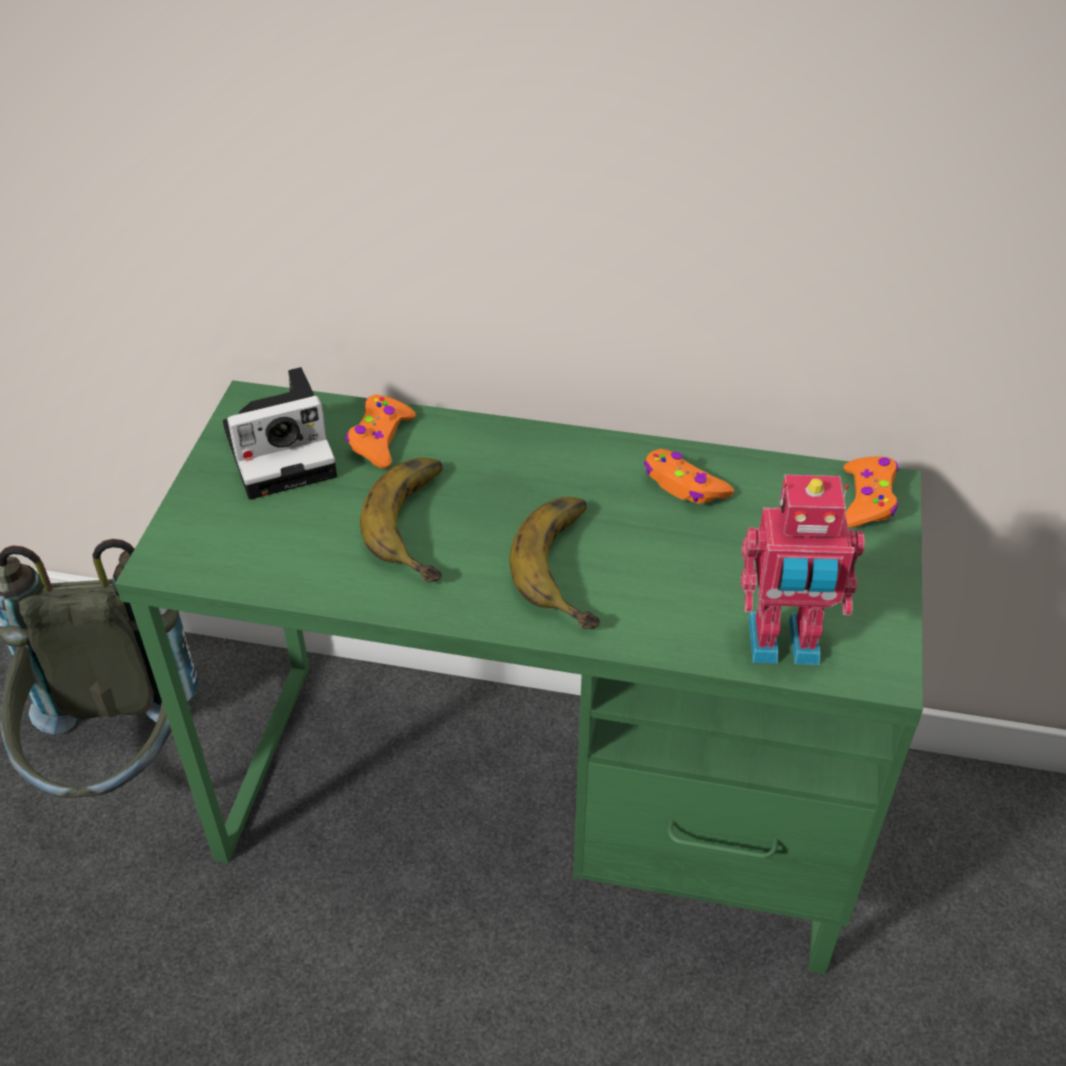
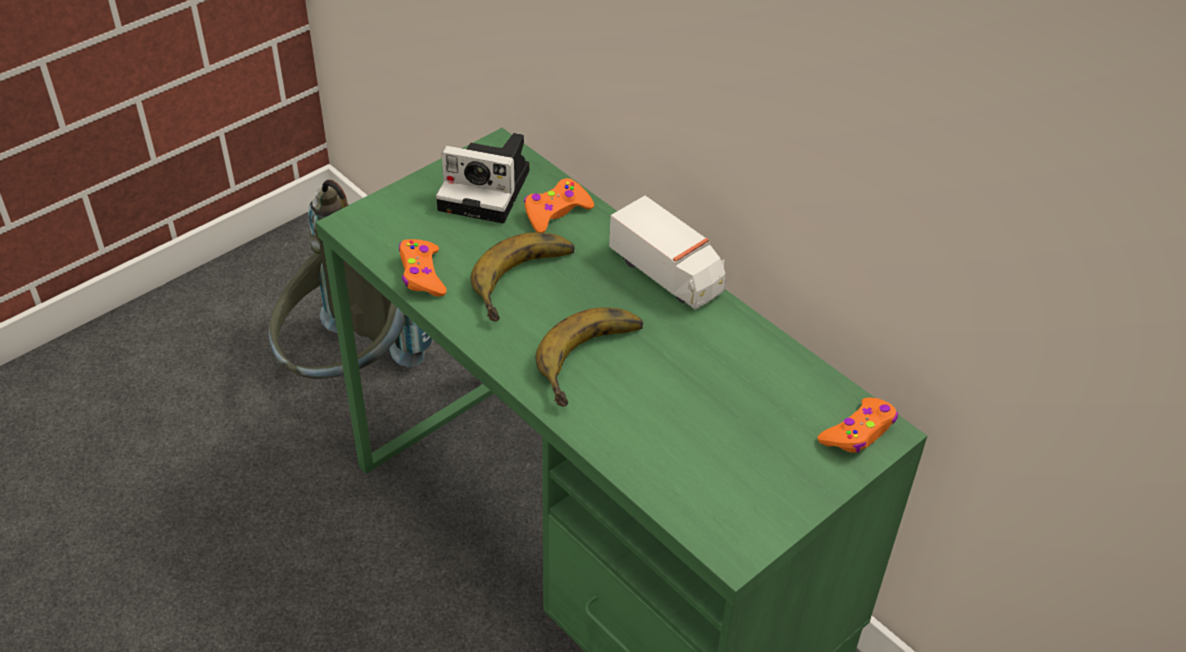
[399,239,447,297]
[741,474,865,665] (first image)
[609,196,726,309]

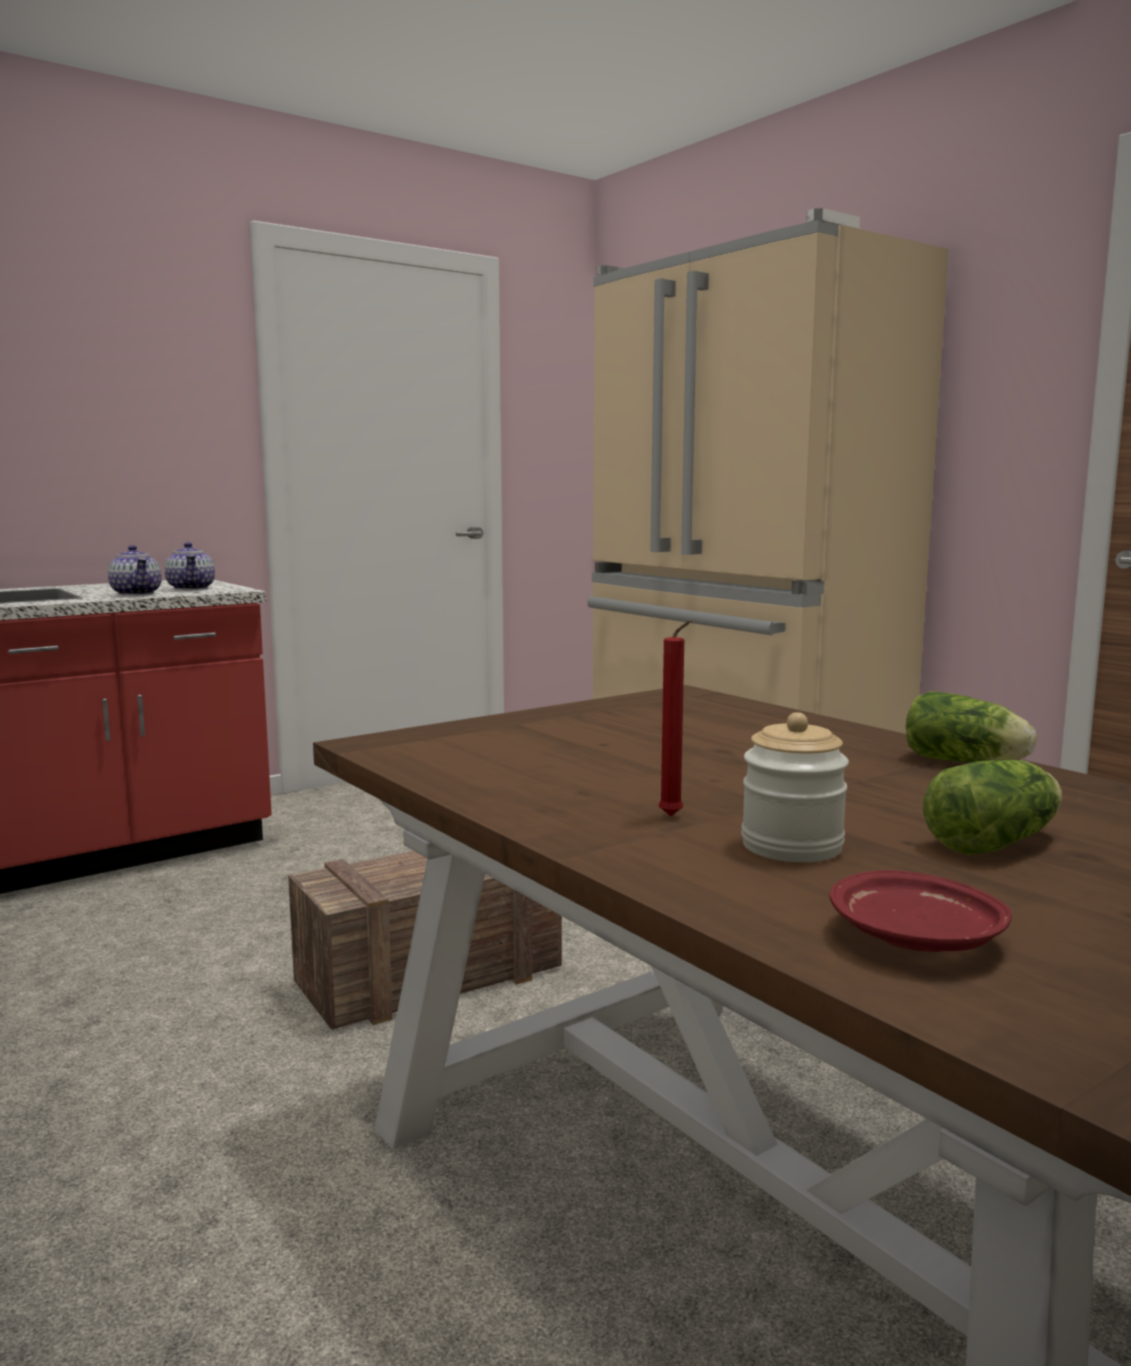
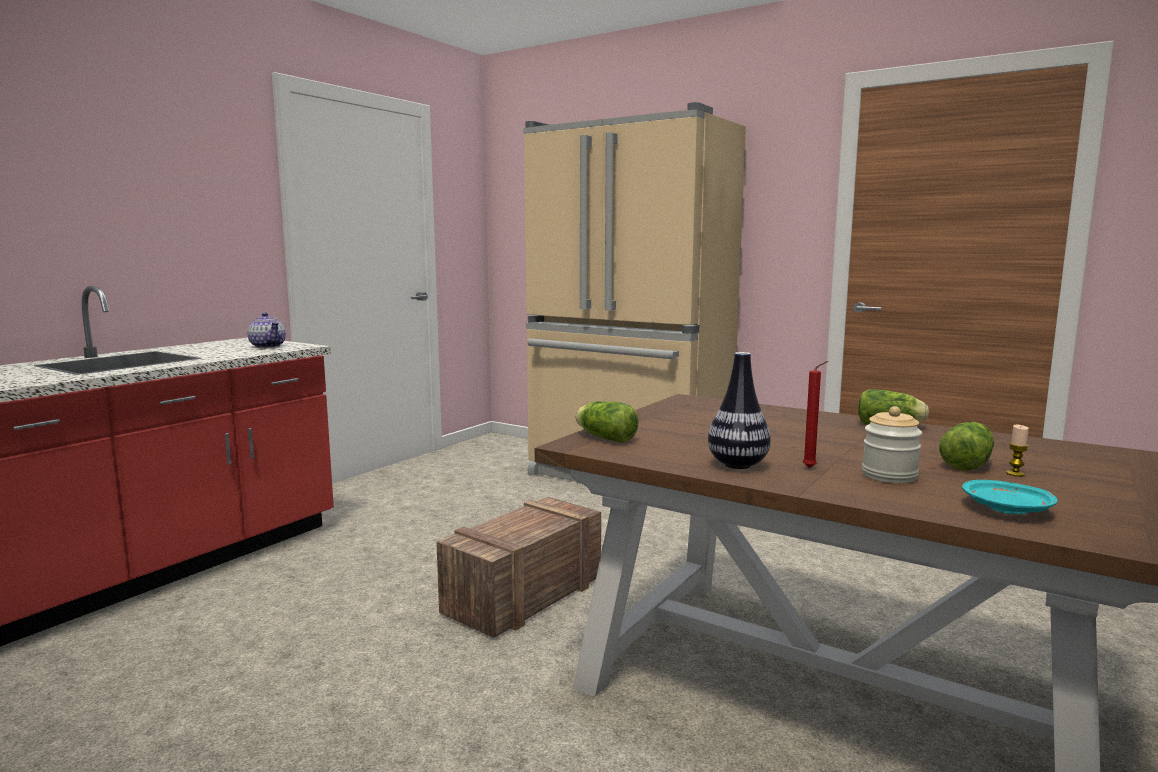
[108,545,162,596] (first image)
[962,480,1058,514]
[708,352,771,469]
[575,401,639,443]
[1006,425,1029,477]

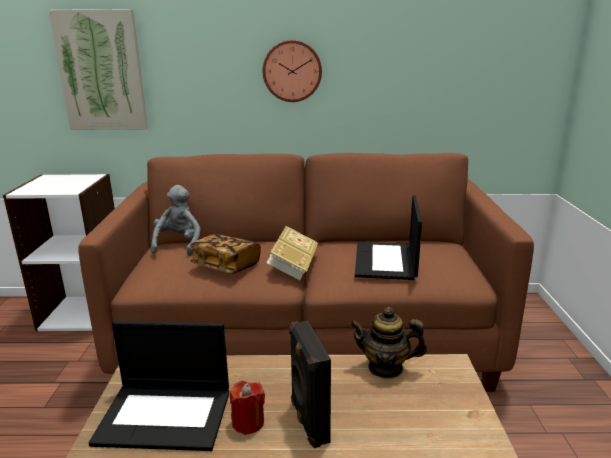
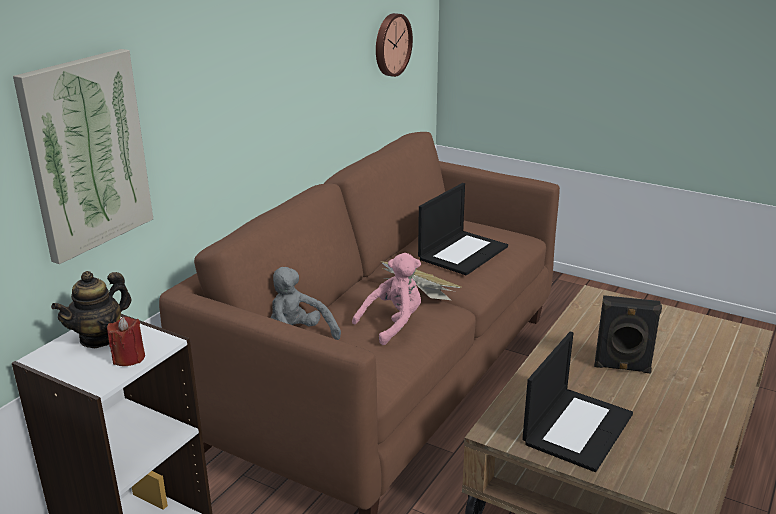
[376,13,413,77]
[418,183,508,275]
[352,253,421,345]
[51,271,131,348]
[107,317,145,366]

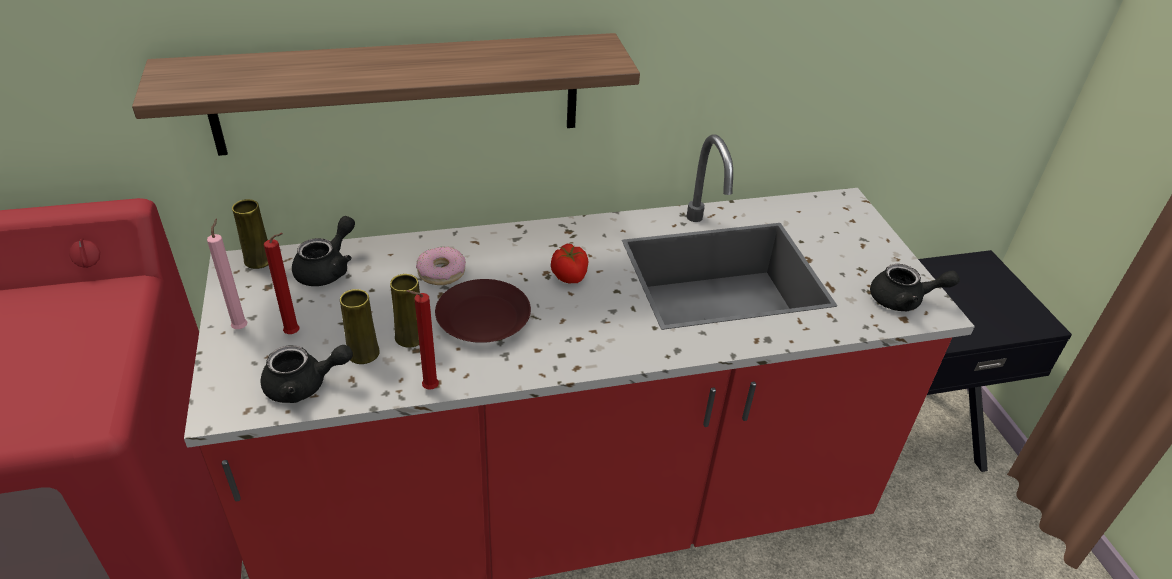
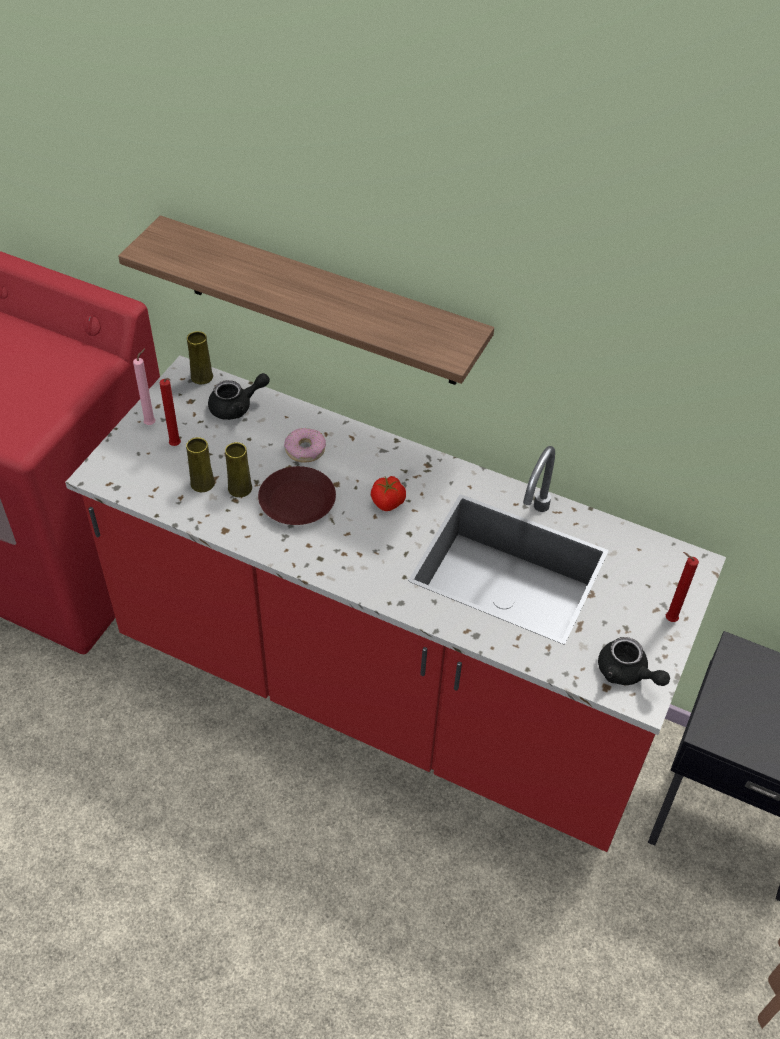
[666,552,699,622]
[260,345,353,403] (first image)

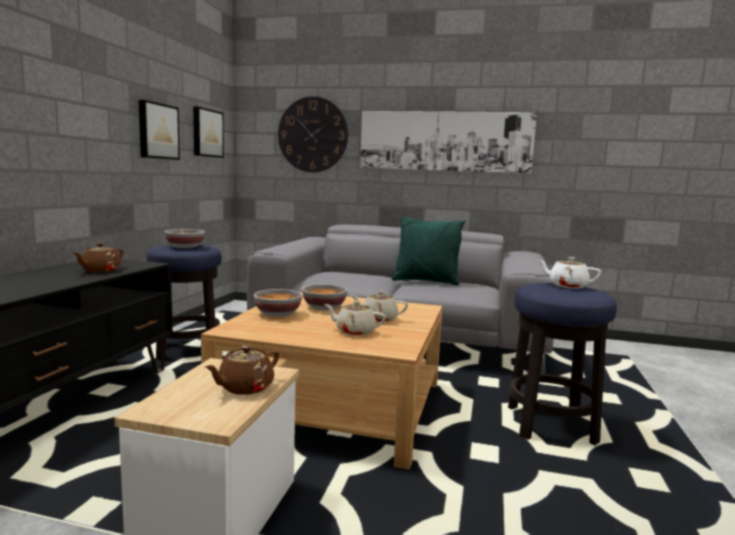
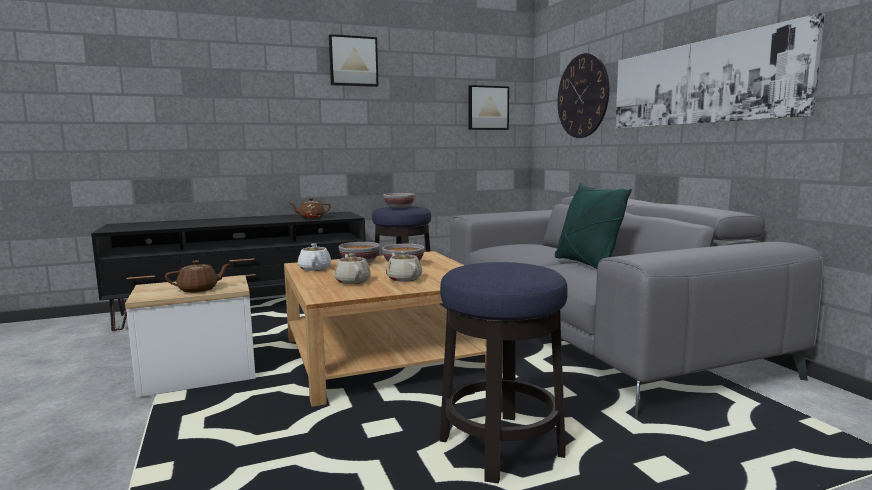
[329,34,378,87]
[298,243,331,271]
[165,261,230,293]

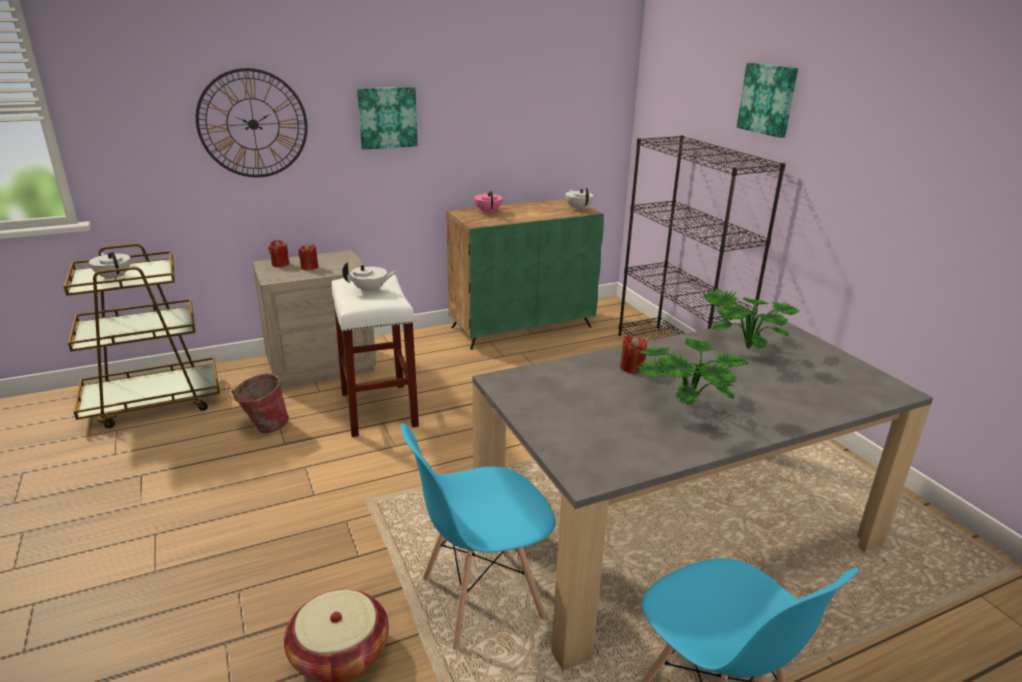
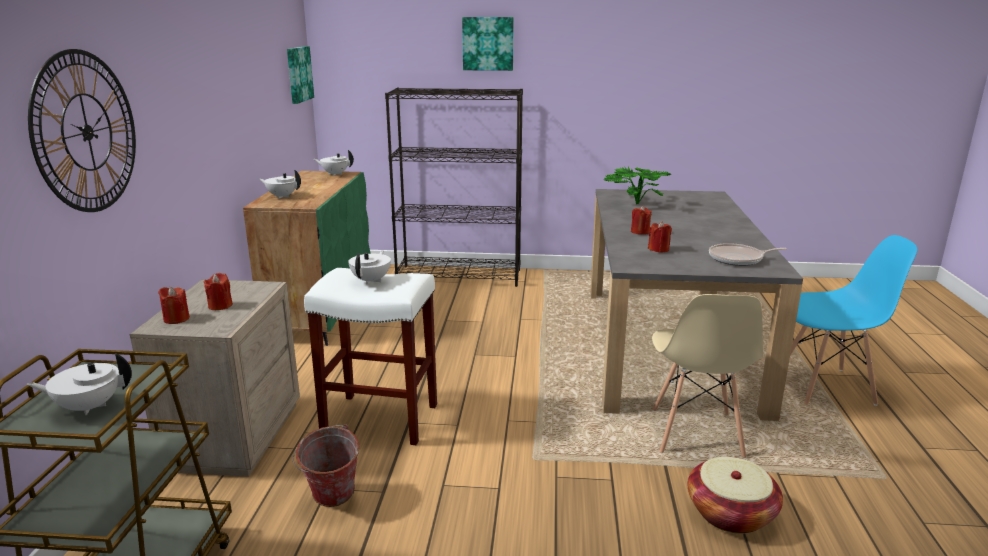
[287,46,314,104]
[260,170,301,199]
[637,337,749,404] (first image)
[652,294,763,458]
[648,221,672,253]
[709,243,787,266]

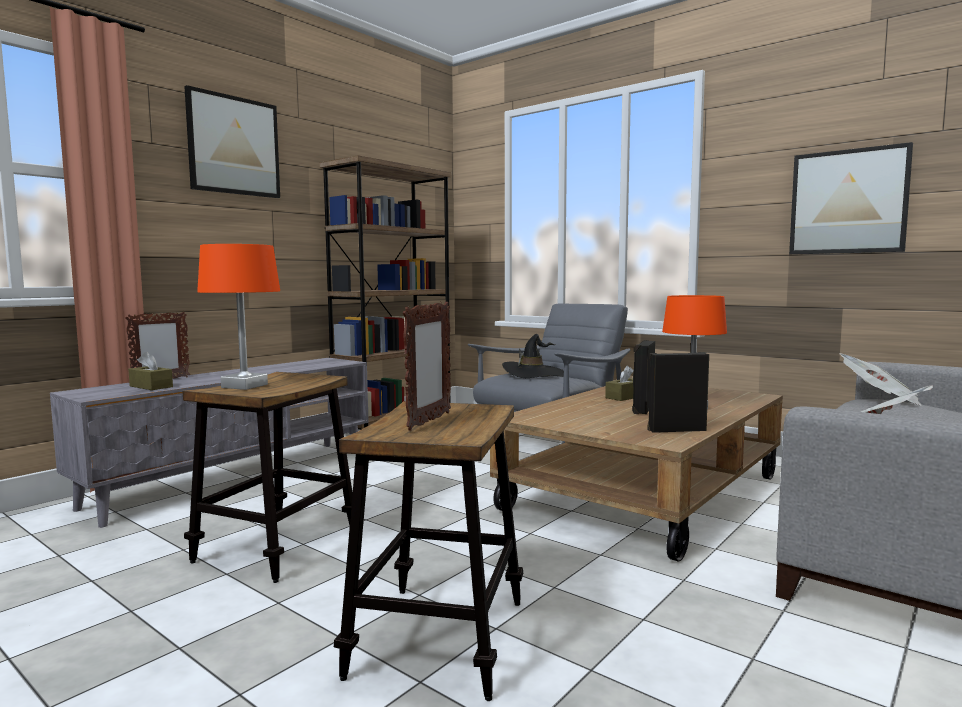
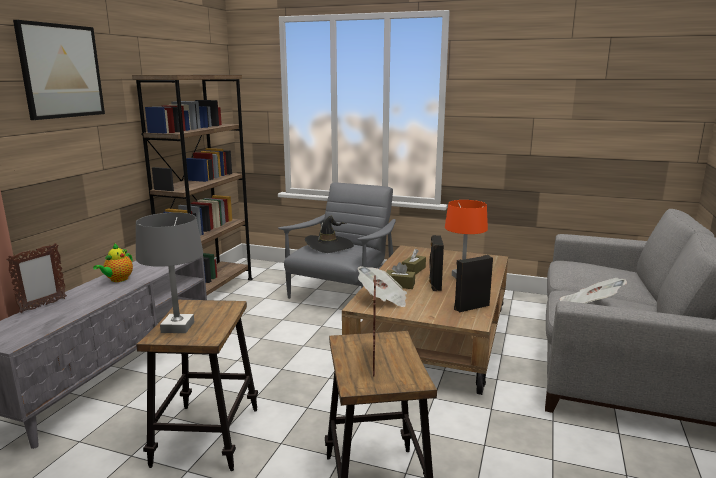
[789,142,913,255] (first image)
[136,212,203,333]
[386,262,415,289]
[358,266,407,307]
[93,243,133,282]

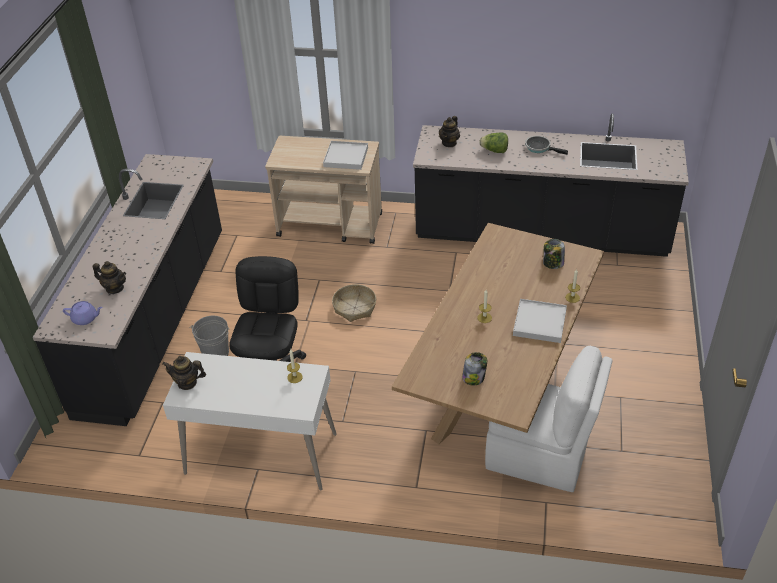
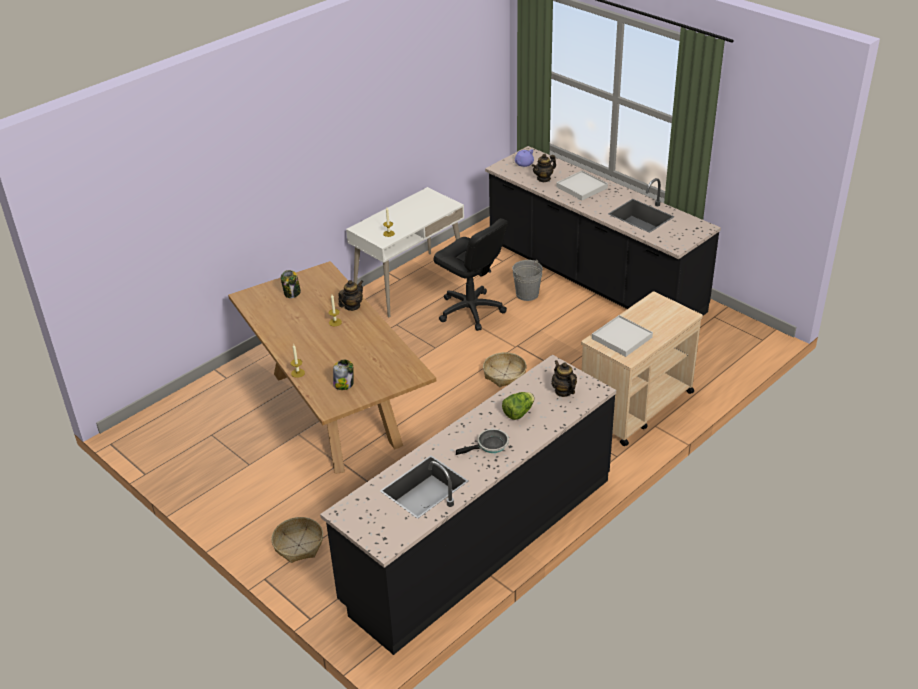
[556,170,608,200]
[485,346,613,492] (first image)
[338,280,363,311]
[271,517,323,563]

